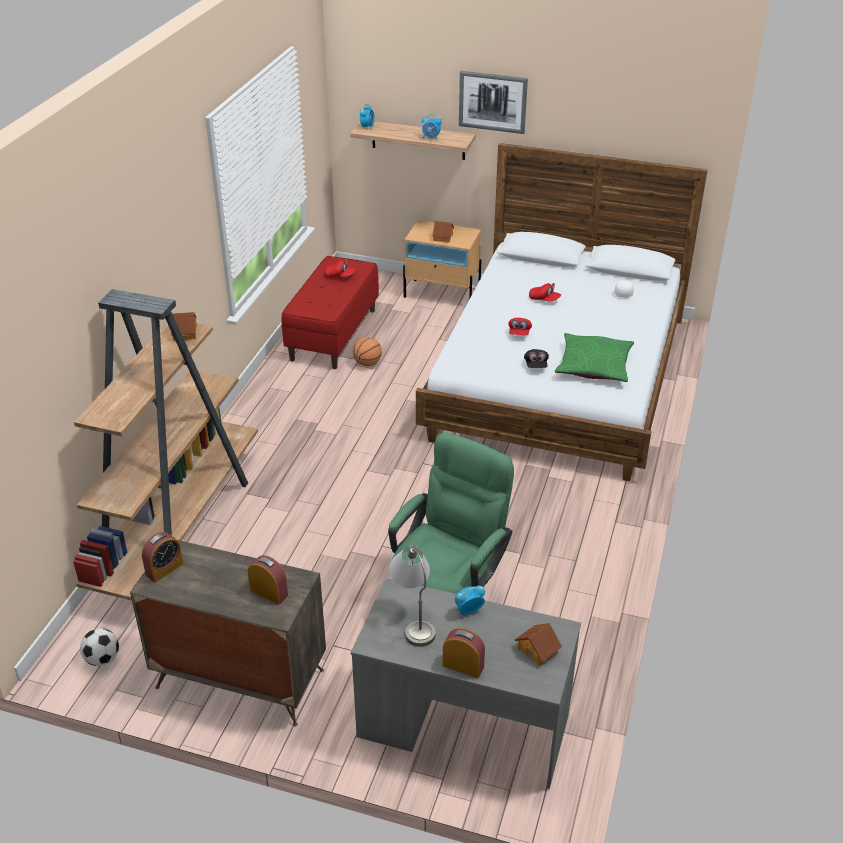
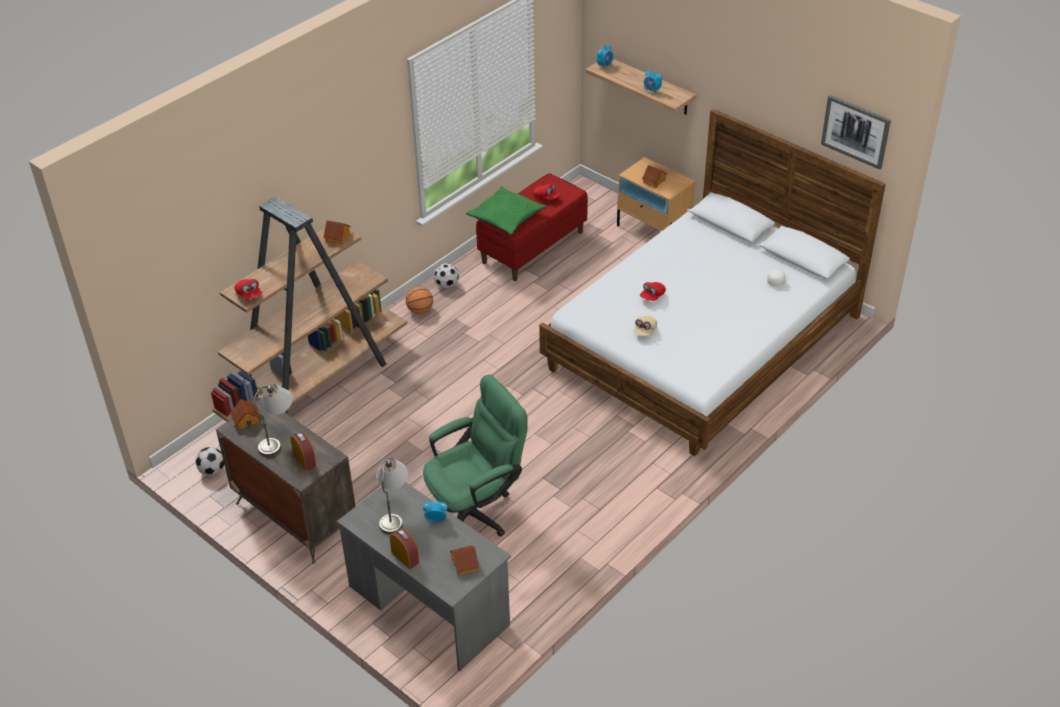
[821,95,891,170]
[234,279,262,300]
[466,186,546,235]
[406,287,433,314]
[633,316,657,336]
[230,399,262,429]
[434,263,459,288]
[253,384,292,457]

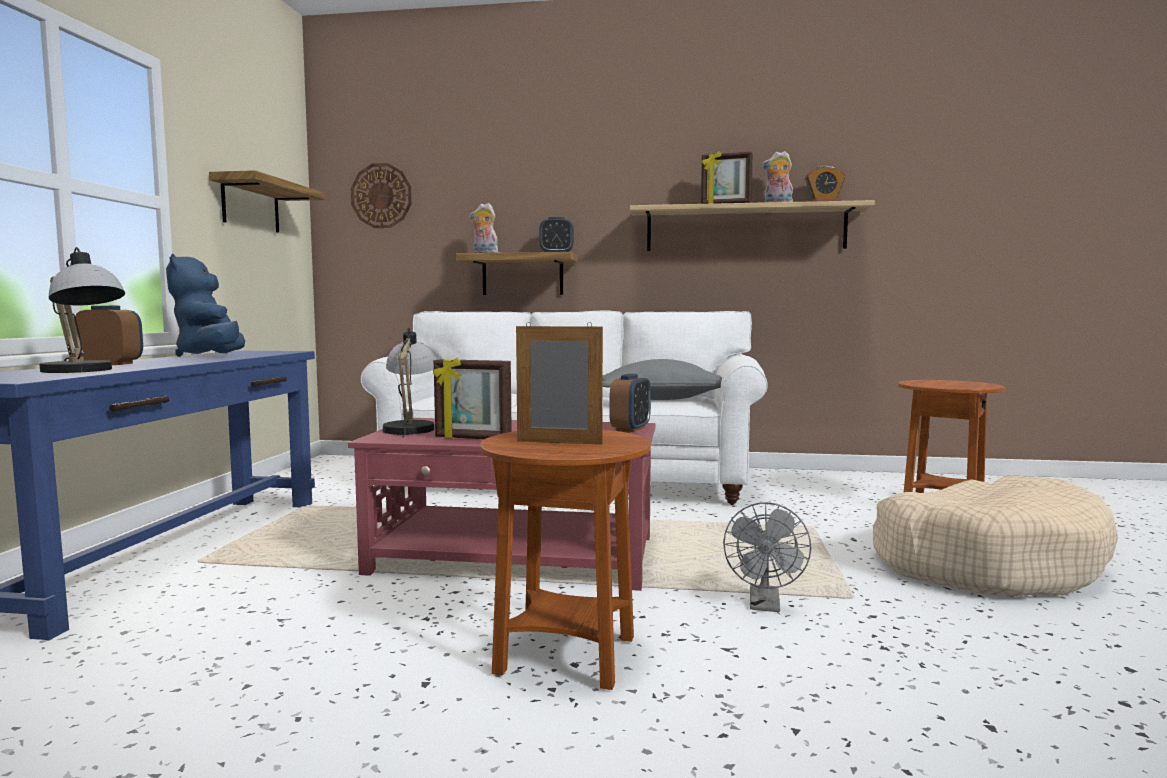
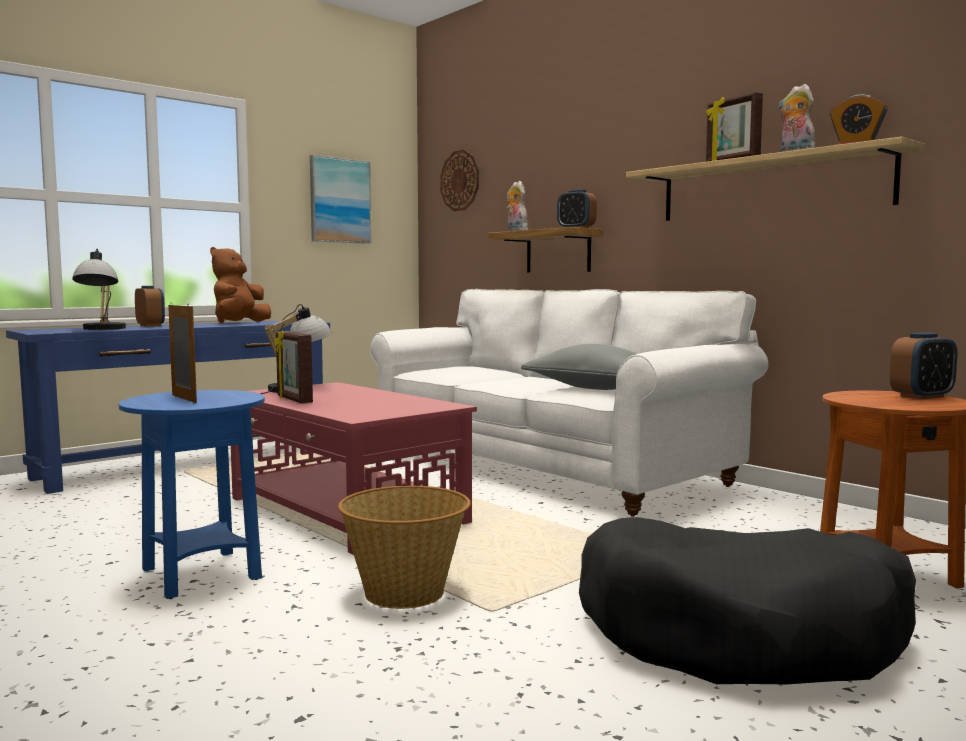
[310,155,372,244]
[210,247,271,323]
[890,332,957,400]
[119,390,265,599]
[579,517,916,684]
[338,486,471,609]

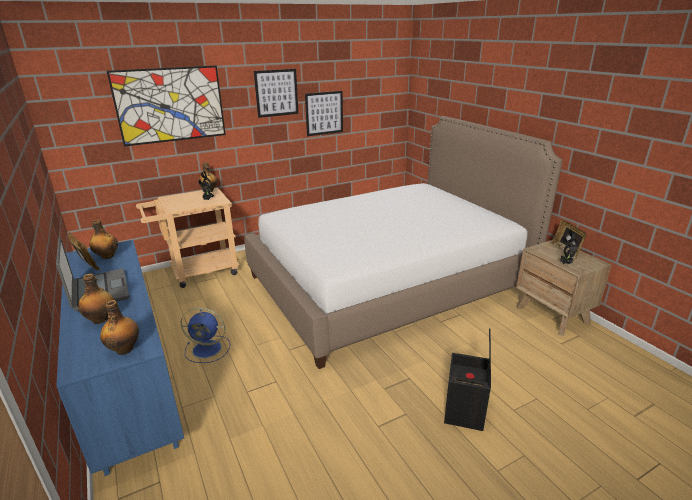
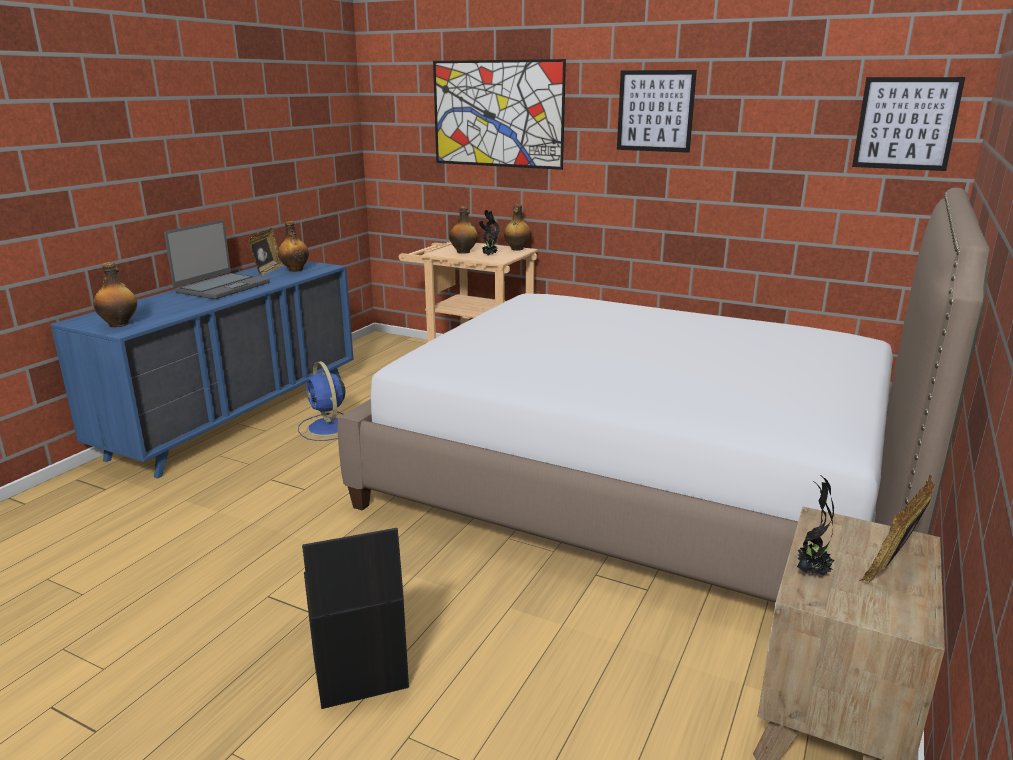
[852,77,965,171]
[449,206,478,254]

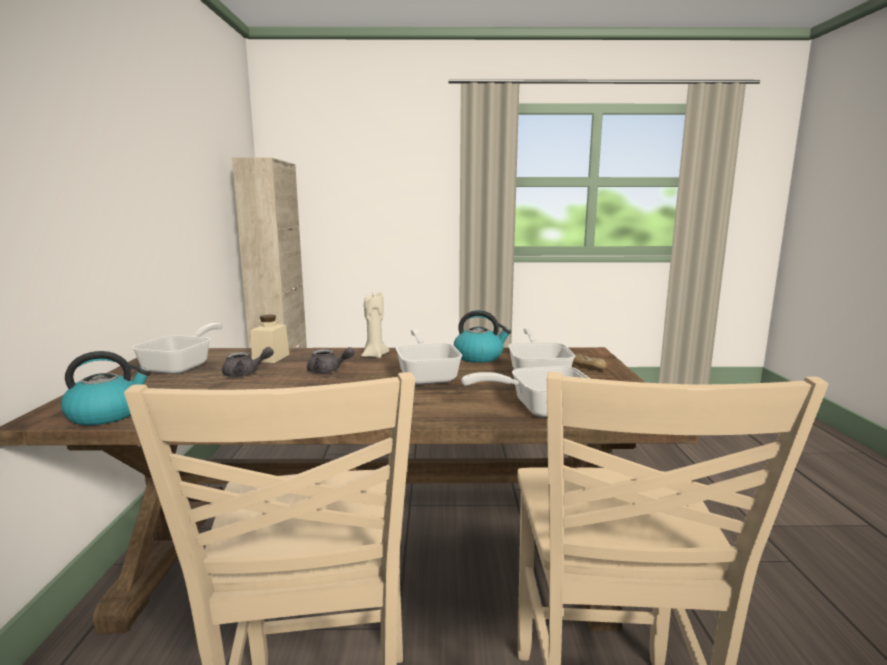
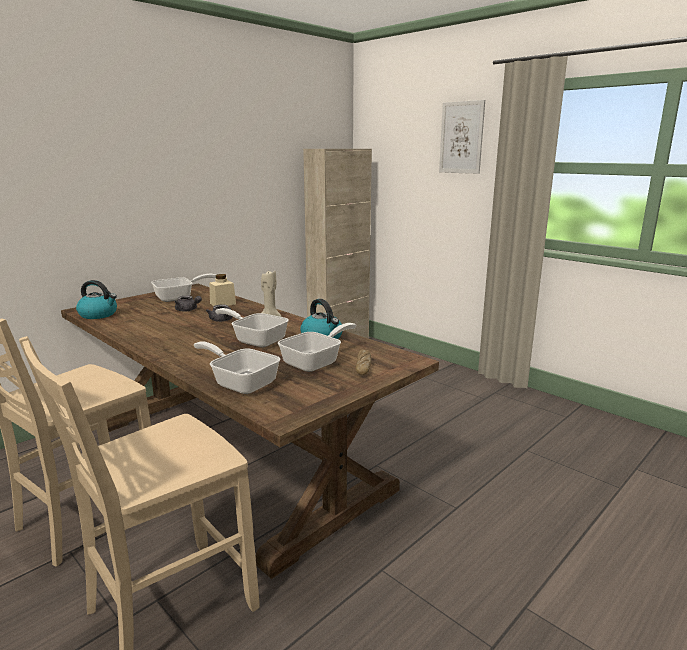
[215,308,289,348]
[439,100,485,174]

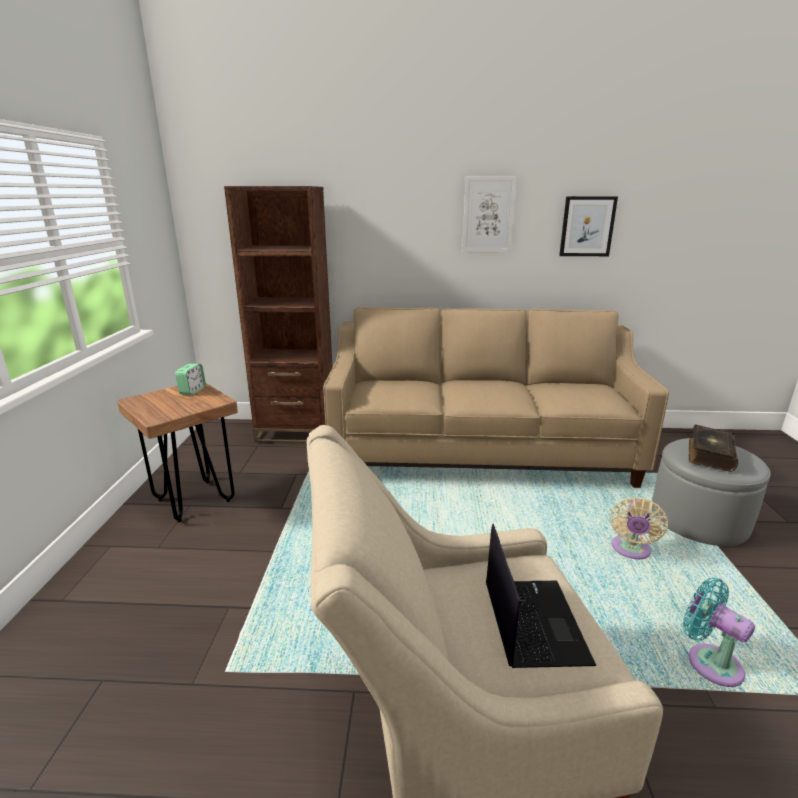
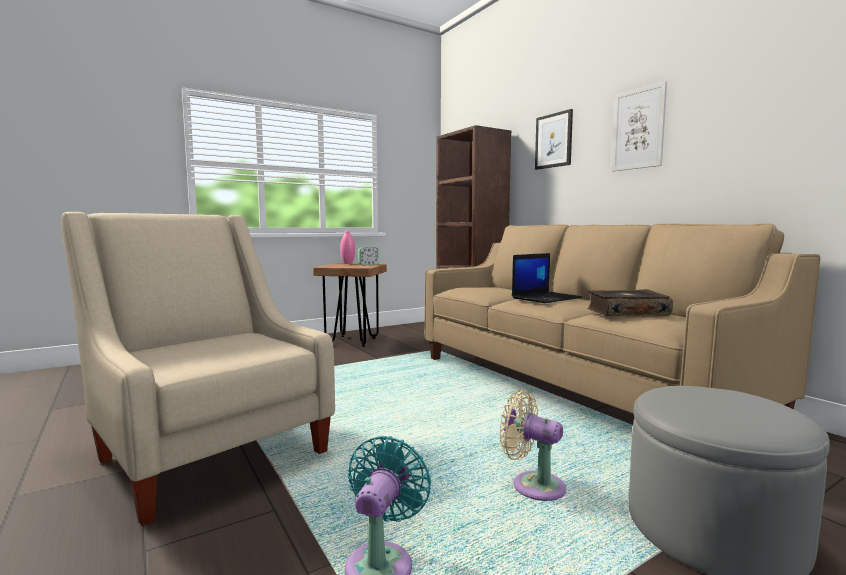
[535,109,573,170]
[587,289,673,316]
[499,390,566,501]
[512,253,582,303]
[340,231,355,264]

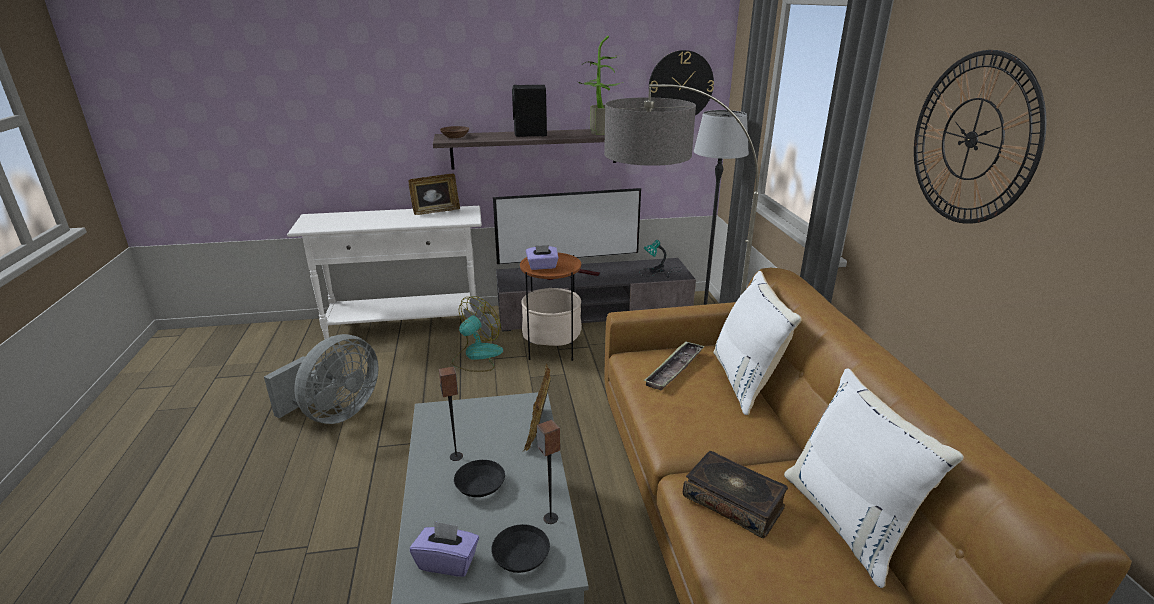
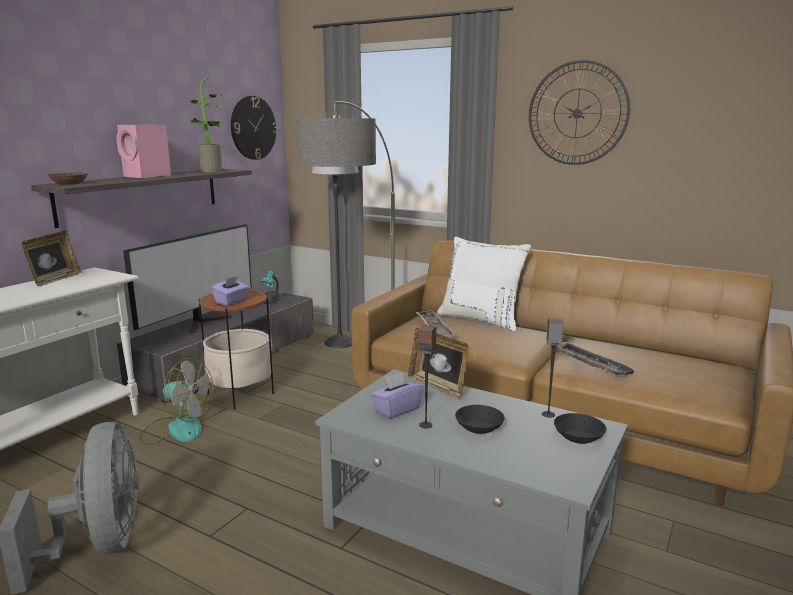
[116,125,171,178]
[140,358,213,445]
[784,369,964,588] (first image)
[556,342,637,375]
[371,372,424,418]

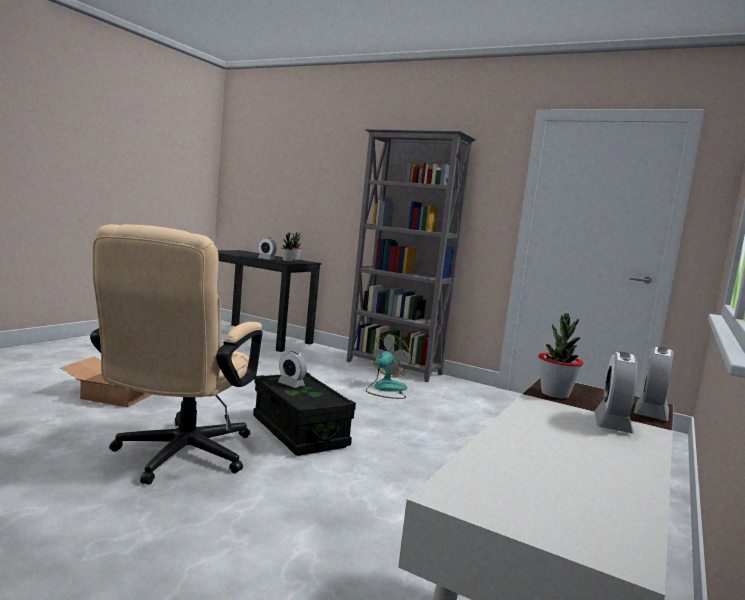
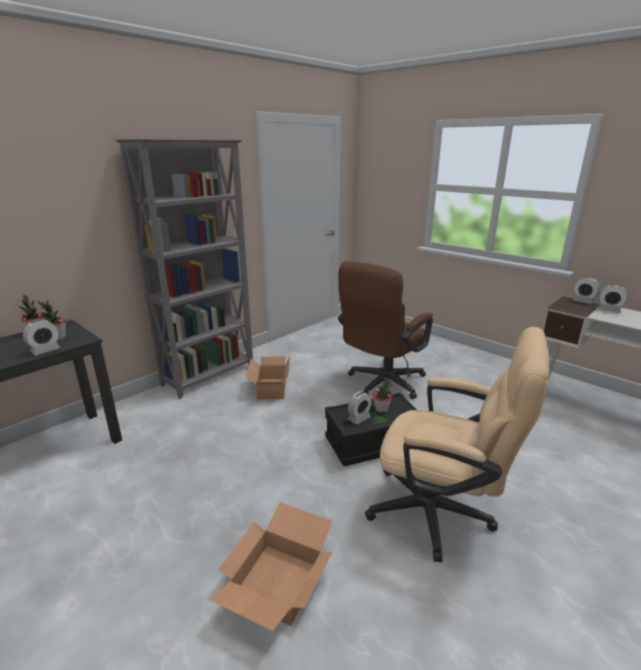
[373,377,392,413]
[246,356,290,399]
[338,261,433,399]

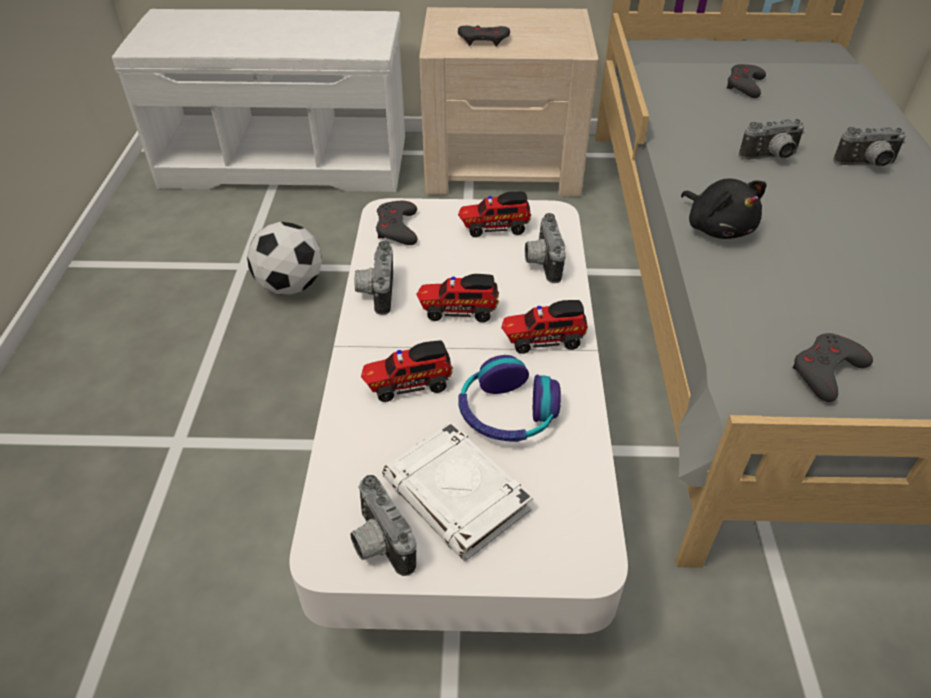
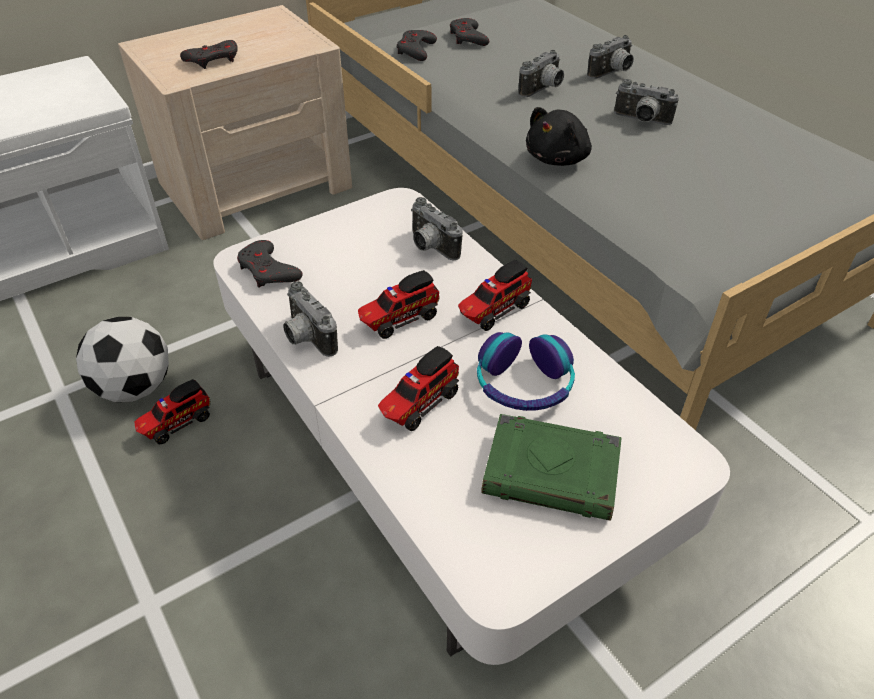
[526,107,592,166]
[134,379,211,444]
[397,30,437,61]
[481,414,622,521]
[614,79,679,125]

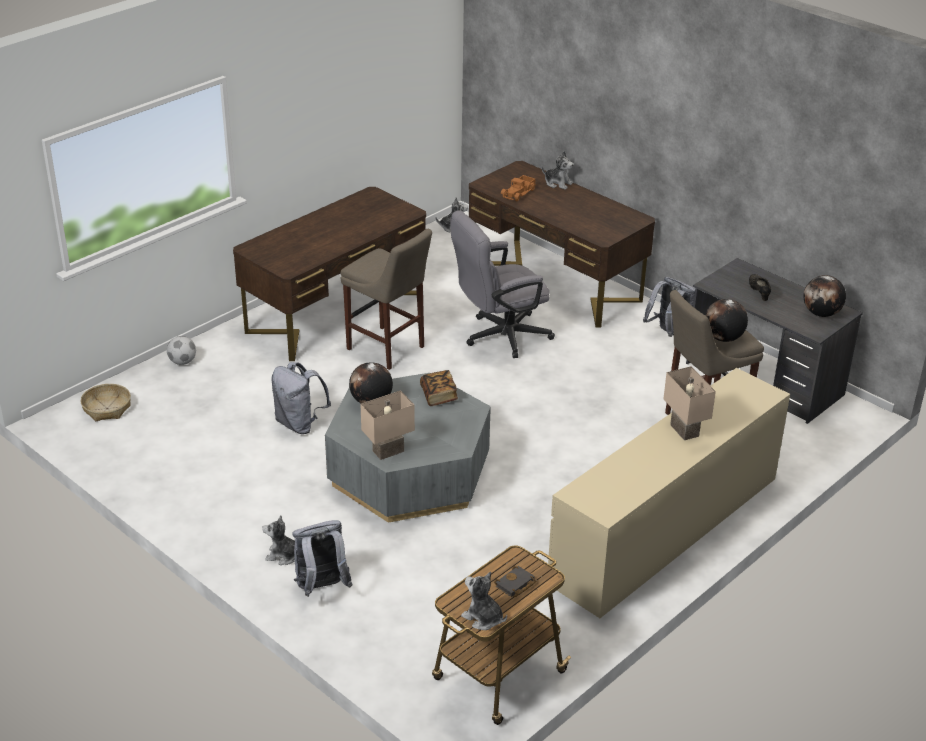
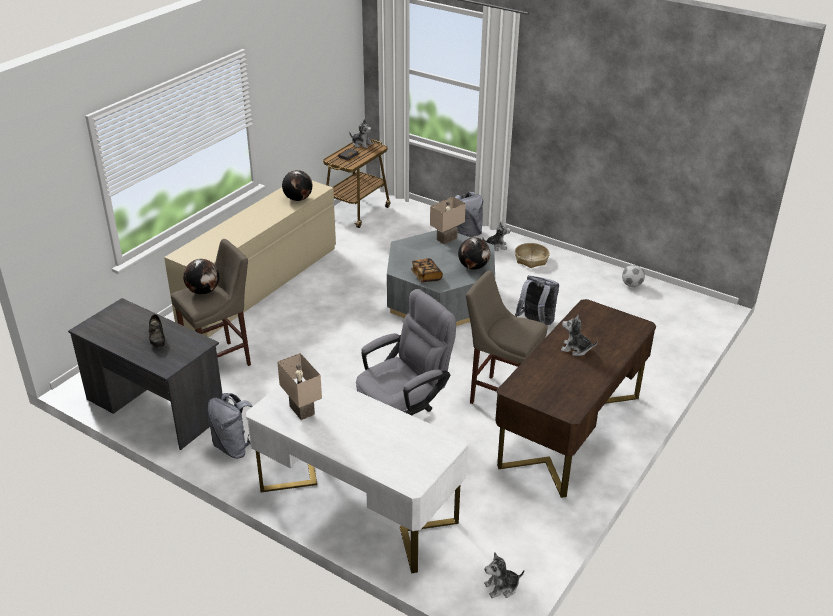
[561,315,598,356]
[246,375,468,573]
[501,175,536,202] (first image)
[282,170,312,201]
[622,265,645,287]
[277,353,322,420]
[515,243,550,268]

